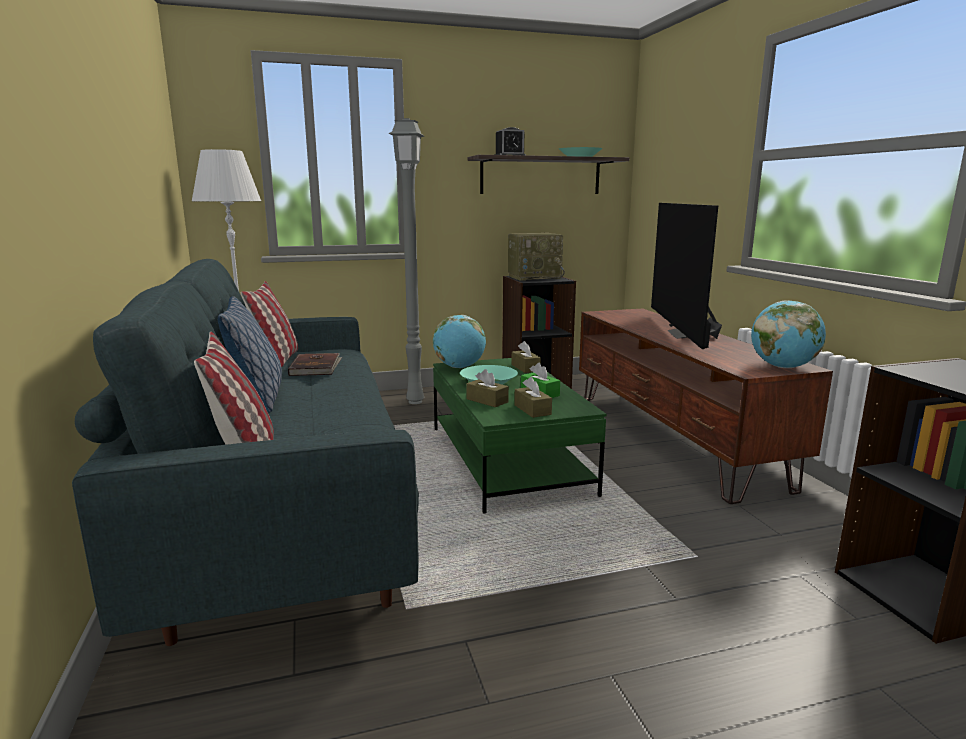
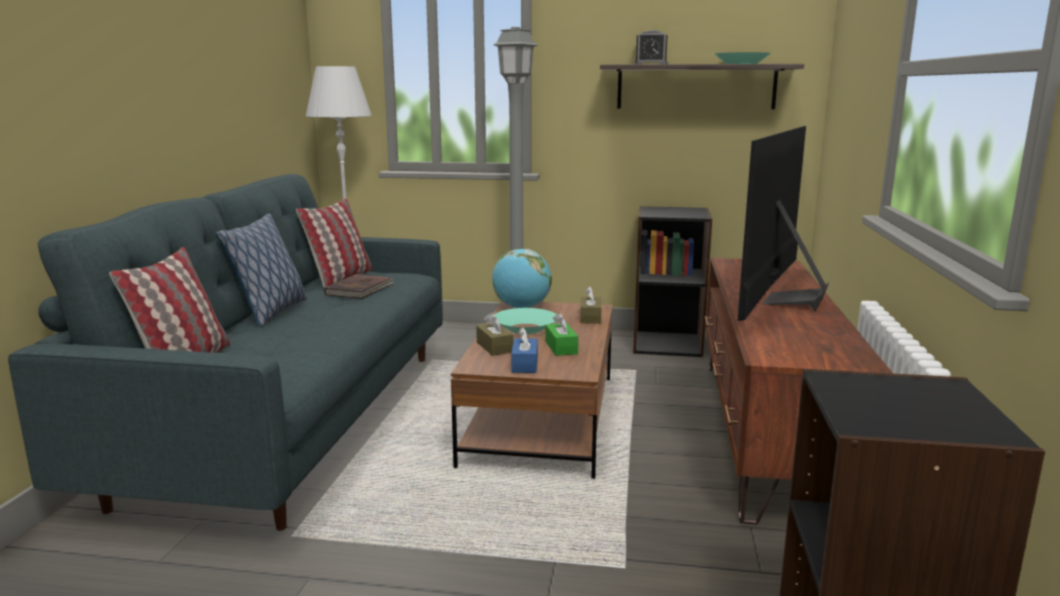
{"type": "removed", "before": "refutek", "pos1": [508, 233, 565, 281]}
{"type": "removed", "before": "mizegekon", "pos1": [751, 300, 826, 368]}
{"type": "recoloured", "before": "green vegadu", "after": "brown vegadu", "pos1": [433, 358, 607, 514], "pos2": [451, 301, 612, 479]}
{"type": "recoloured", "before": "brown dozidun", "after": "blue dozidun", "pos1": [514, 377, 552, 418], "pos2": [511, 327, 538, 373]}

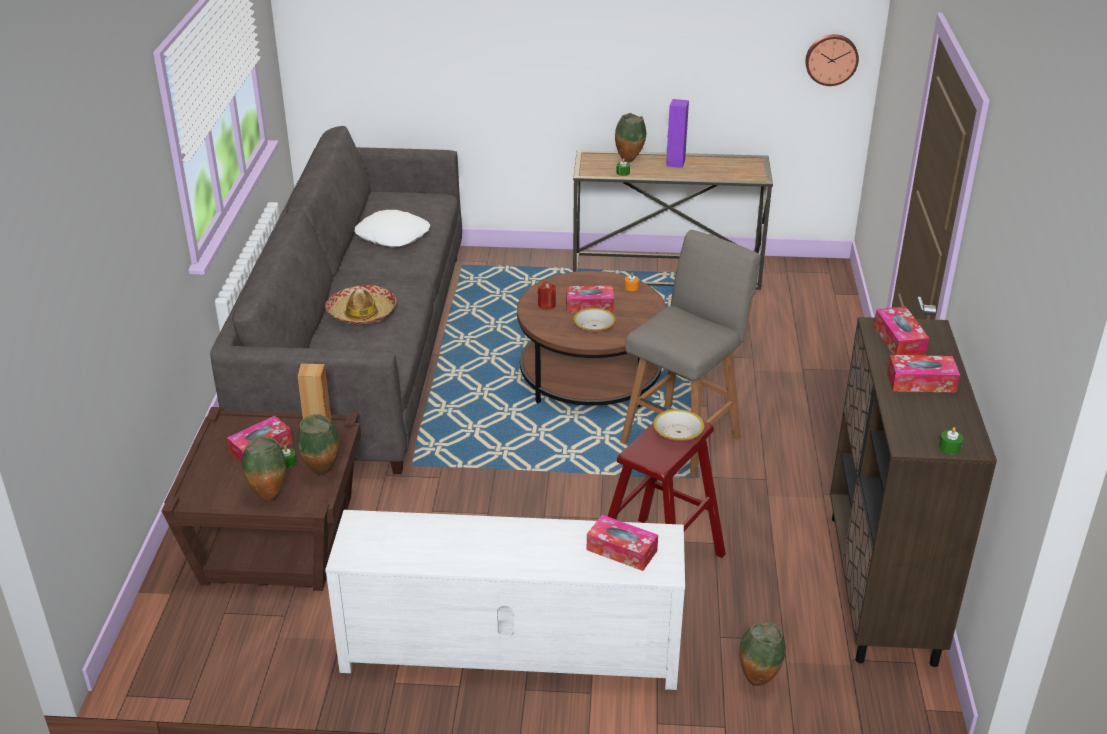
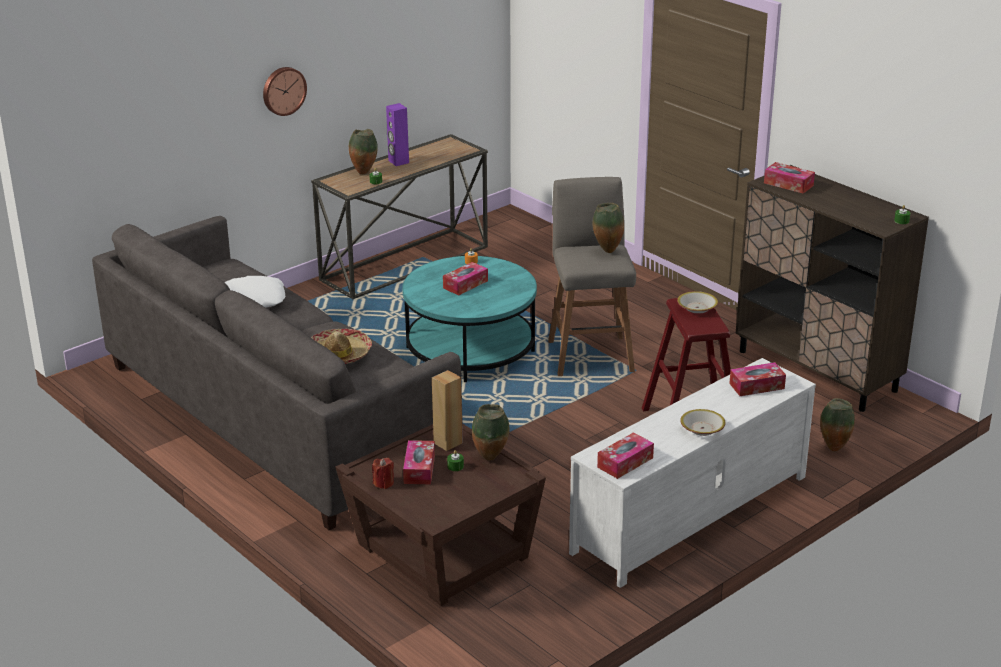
{"type": "moved", "before": "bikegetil", "pos1": [242, 436, 286, 502], "pos2": [592, 203, 624, 253]}
{"type": "moved", "before": "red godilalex", "pos1": [538, 282, 556, 310], "pos2": [372, 458, 394, 489]}
{"type": "moved", "before": "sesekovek", "pos1": [573, 308, 616, 333], "pos2": [680, 409, 726, 436]}
{"type": "moved", "before": "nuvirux", "pos1": [805, 34, 859, 86], "pos2": [263, 67, 307, 116]}
{"type": "moved", "before": "dozidun", "pos1": [887, 355, 960, 393], "pos2": [597, 432, 654, 479]}
{"type": "recoloured", "before": "brown vegadu", "after": "turquoise vegadu", "pos1": [517, 271, 666, 408], "pos2": [402, 256, 537, 382]}

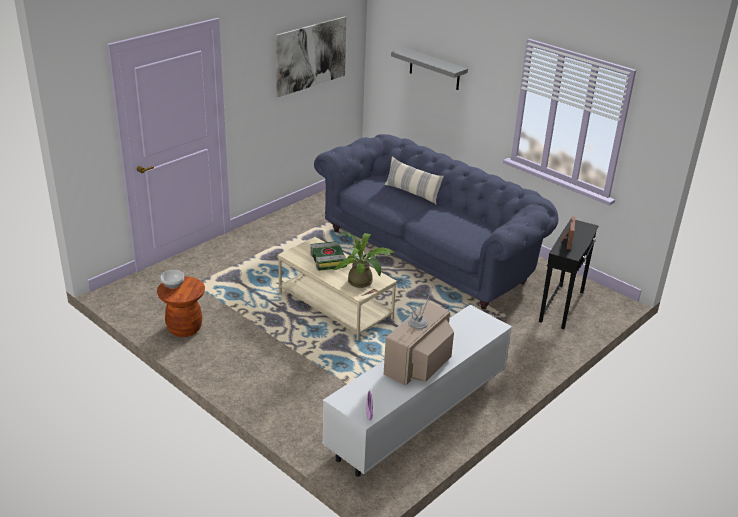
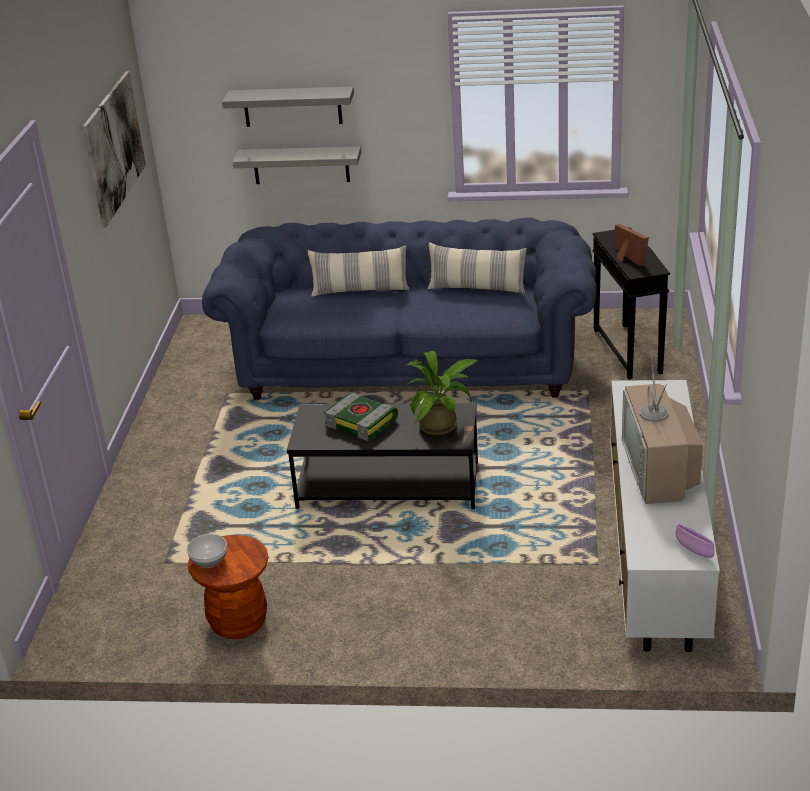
{"type": "added", "after": "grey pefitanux", "pos2": [232, 146, 361, 184]}
{"type": "added", "after": "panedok", "pos2": [428, 242, 527, 294]}
{"type": "recoloured", "before": "beige vegadu", "after": "black vegadu", "pos1": [277, 237, 397, 340], "pos2": [287, 403, 478, 509]}

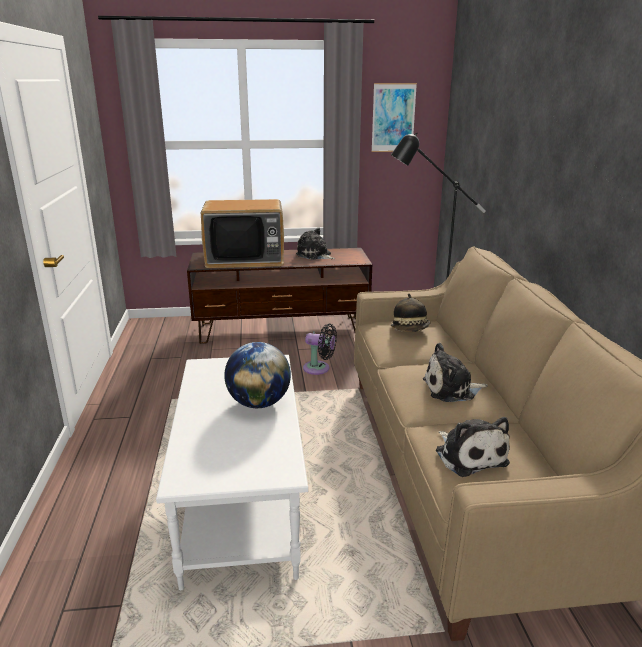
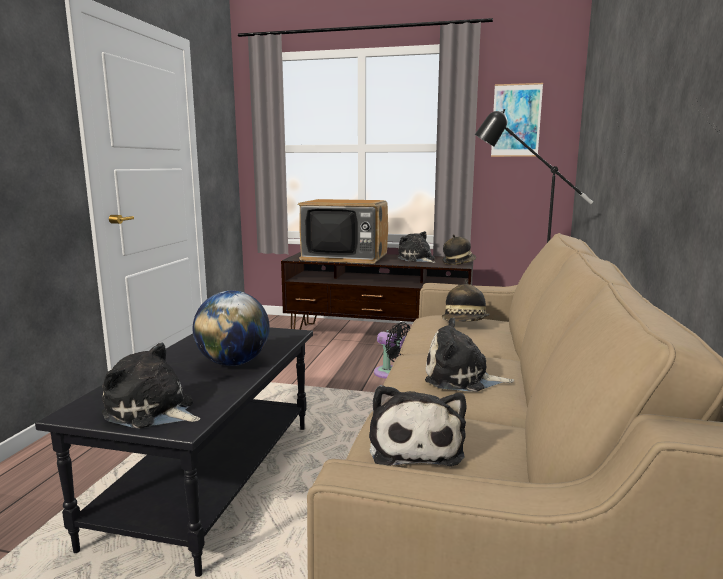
{"type": "added", "after": "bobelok", "pos2": [102, 343, 200, 429]}
{"type": "added", "after": "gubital", "pos2": [442, 234, 476, 265]}
{"type": "recoloured", "before": "white vegadu", "after": "black vegadu", "pos1": [156, 355, 308, 590], "pos2": [35, 327, 313, 577]}

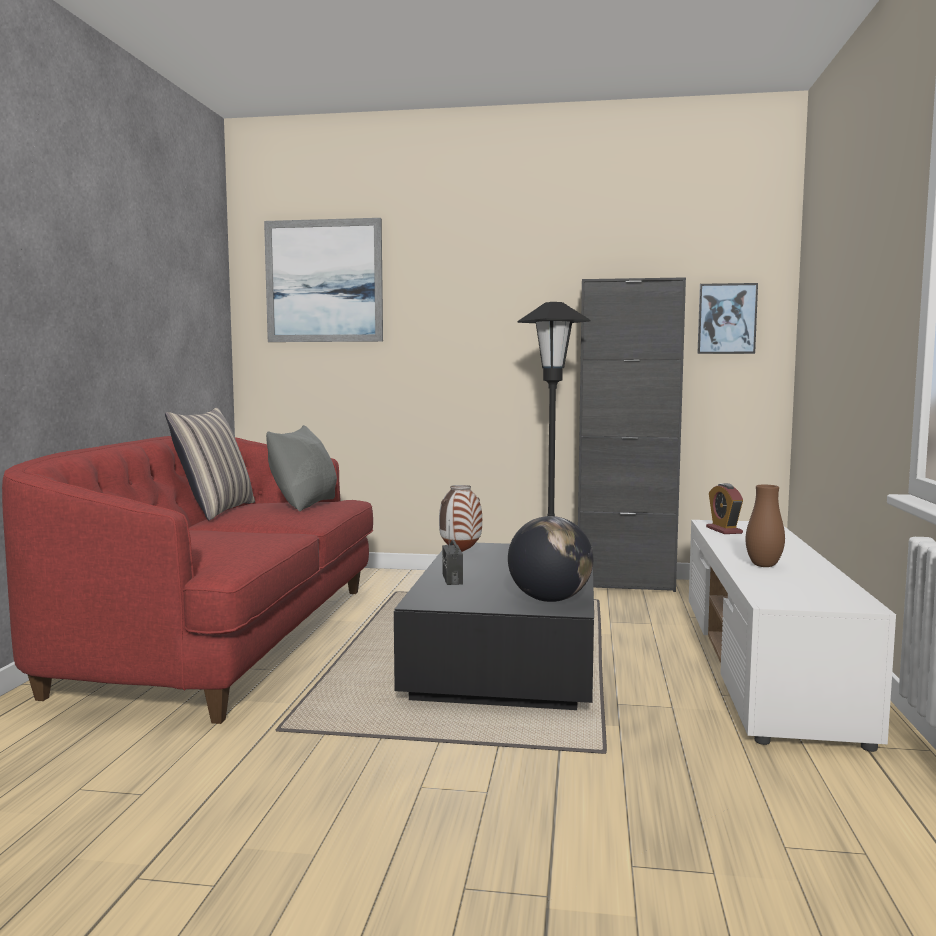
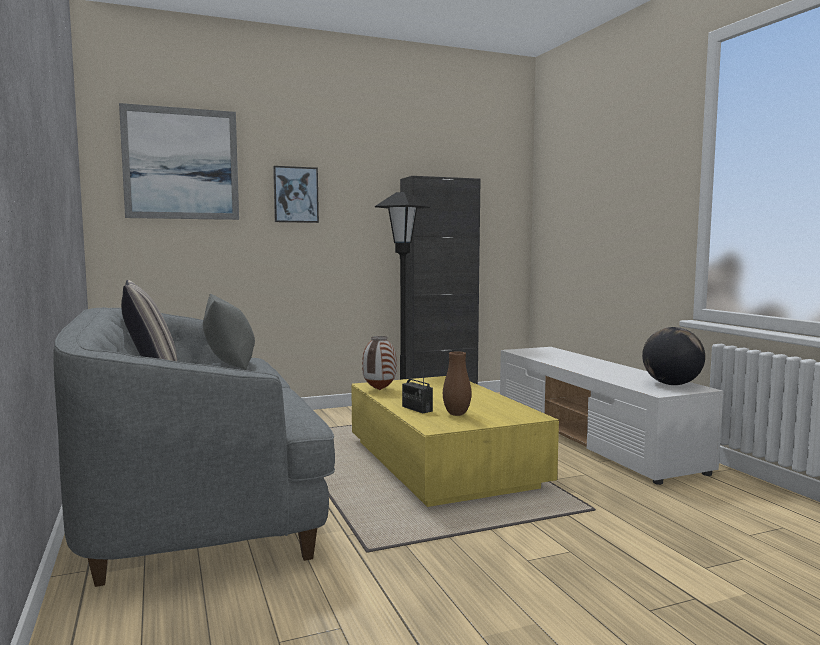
{"type": "removed", "before": "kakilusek", "pos1": [706, 483, 743, 534]}
{"type": "moved", "before": "mizegekon", "pos1": [508, 516, 593, 602], "pos2": [642, 327, 705, 385]}
{"type": "moved", "before": "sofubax", "pos1": [697, 283, 758, 354], "pos2": [273, 166, 319, 223]}
{"type": "moved", "before": "brown bikegetil", "pos1": [745, 485, 785, 567], "pos2": [443, 351, 472, 416]}
{"type": "recoloured", "before": "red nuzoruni", "after": "grey nuzoruni", "pos1": [2, 436, 373, 724], "pos2": [53, 307, 335, 587]}
{"type": "recoloured", "before": "black vegadu", "after": "yellow vegadu", "pos1": [394, 543, 594, 710], "pos2": [351, 376, 559, 507]}

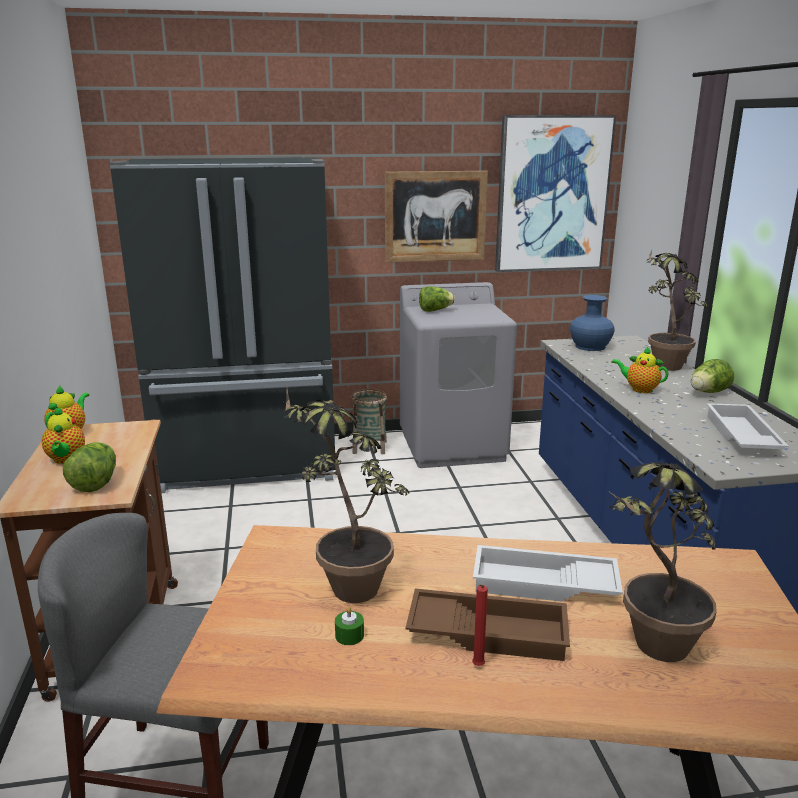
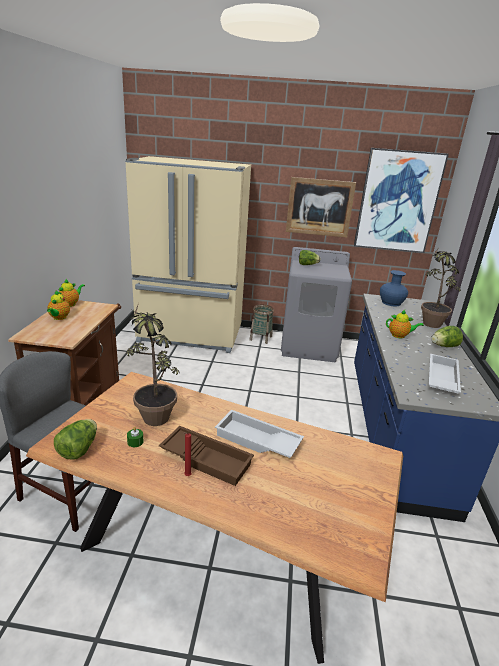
{"type": "removed", "before": "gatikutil", "pos1": [608, 462, 717, 662]}
{"type": "moved", "before": "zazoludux", "pos1": [63, 442, 116, 492], "pos2": [54, 419, 97, 459]}
{"type": "recoloured", "before": "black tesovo", "after": "beige tesovo", "pos1": [110, 158, 335, 493], "pos2": [125, 156, 251, 353]}
{"type": "turned", "before": "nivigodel", "pos1": [611, 347, 668, 393], "pos2": [386, 310, 424, 338], "turn": 150}

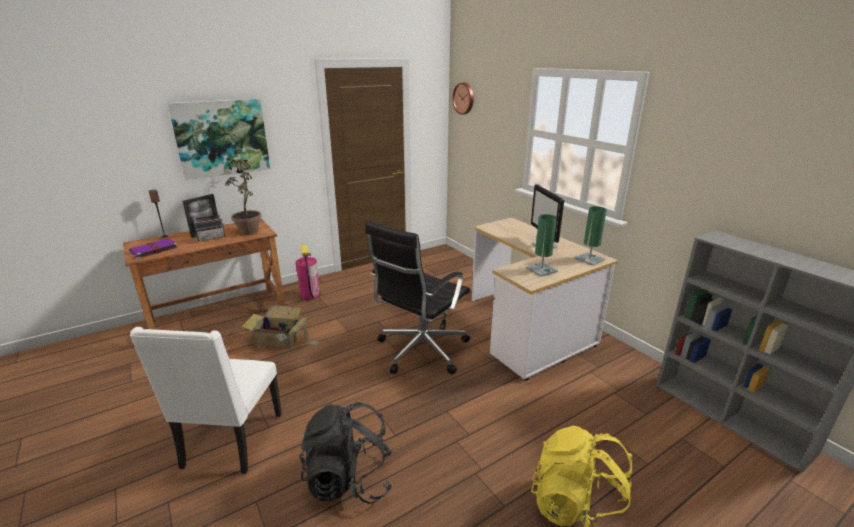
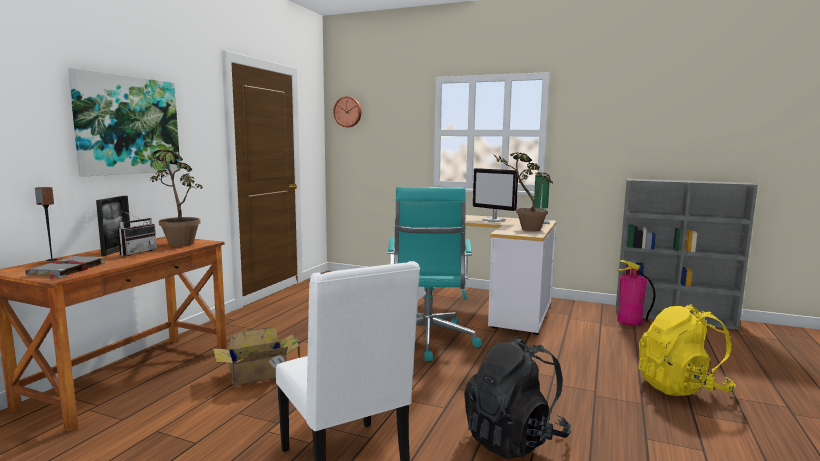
{"type": "moved", "before": "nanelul", "pos1": [295, 244, 320, 300], "pos2": [617, 260, 656, 326]}
{"type": "replaced", "before": "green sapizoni", "after": "gatikutil", "pos1": [526, 214, 558, 277], "pos2": [493, 153, 553, 231]}
{"type": "recoloured", "before": "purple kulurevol", "after": "grey kulurevol", "pos1": [129, 238, 178, 259], "pos2": [25, 256, 105, 279]}
{"type": "recoloured", "before": "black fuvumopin", "after": "turquoise fuvumopin", "pos1": [365, 220, 470, 374], "pos2": [388, 187, 482, 361]}

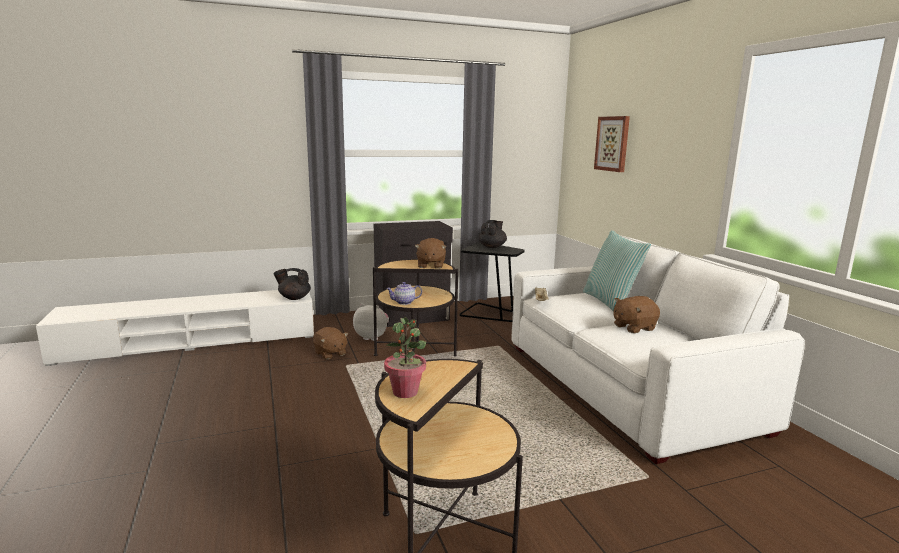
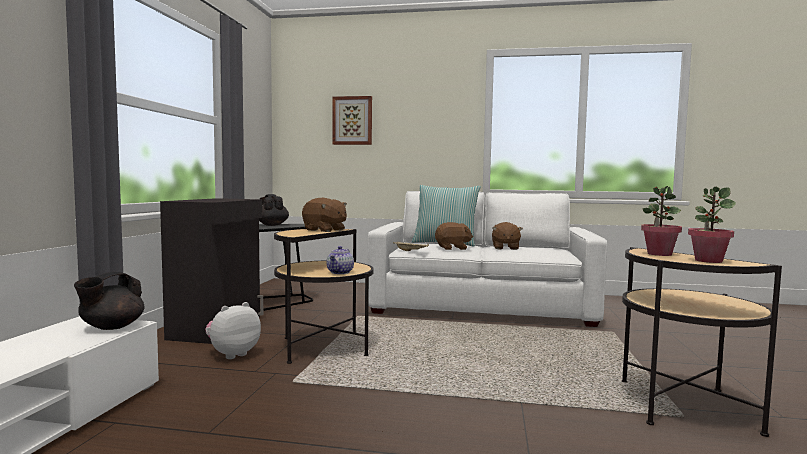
{"type": "added", "after": "gatikutil", "pos2": [641, 186, 682, 256]}
{"type": "moved", "before": "brown bobelok", "pos1": [313, 327, 348, 360], "pos2": [435, 222, 473, 250]}

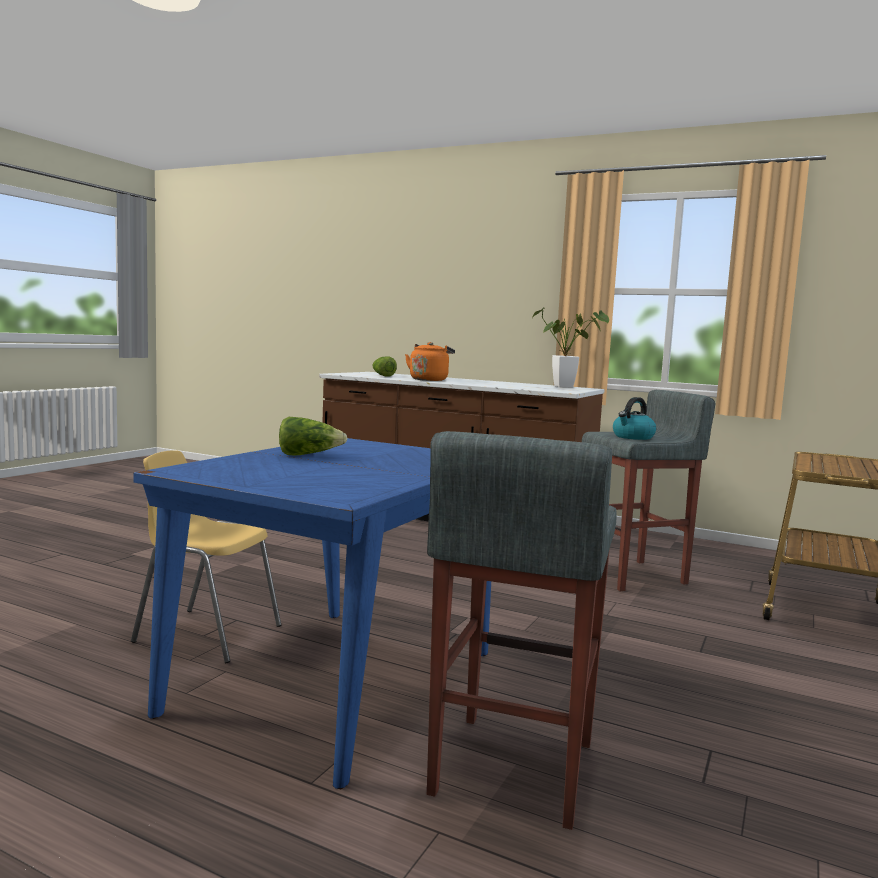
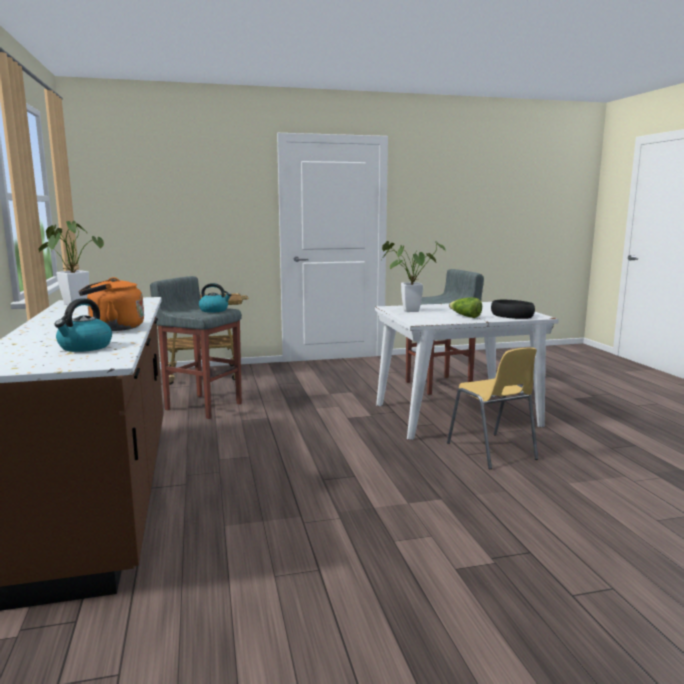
{"type": "added", "after": "gatikutil", "pos2": [382, 241, 446, 312]}
{"type": "added", "after": "black sesekovek", "pos2": [491, 300, 535, 319]}
{"type": "replaced", "before": "zazoludux", "after": "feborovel", "pos1": [373, 356, 397, 377], "pos2": [54, 298, 112, 352]}
{"type": "recoloured", "before": "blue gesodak", "after": "white gesodak", "pos1": [133, 438, 491, 789], "pos2": [375, 302, 559, 440]}

